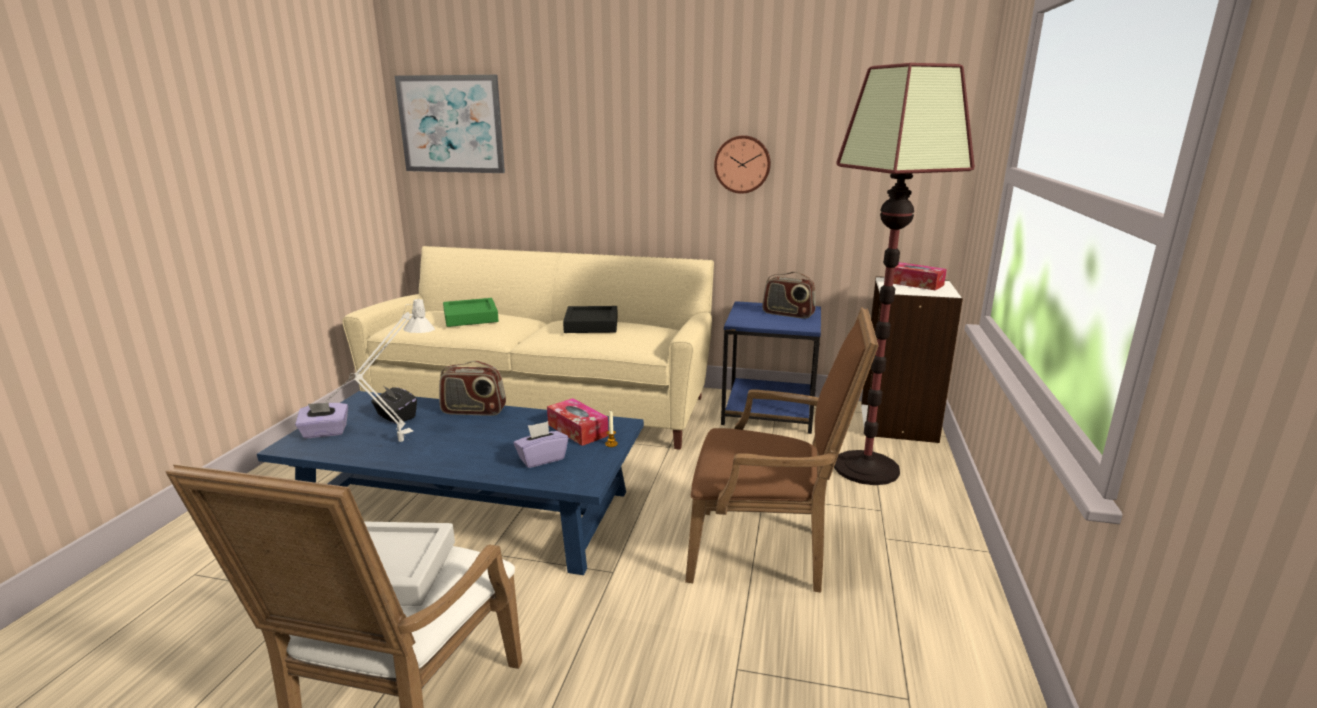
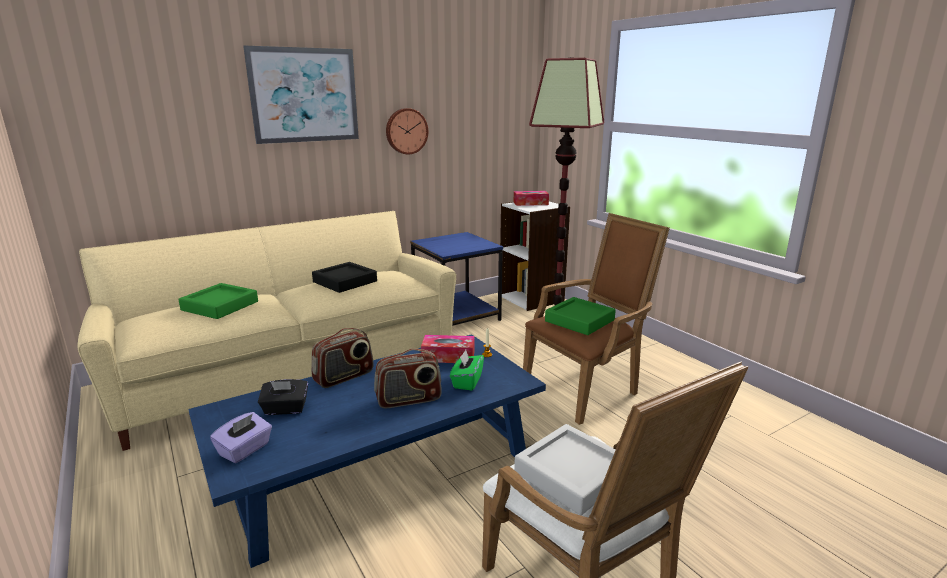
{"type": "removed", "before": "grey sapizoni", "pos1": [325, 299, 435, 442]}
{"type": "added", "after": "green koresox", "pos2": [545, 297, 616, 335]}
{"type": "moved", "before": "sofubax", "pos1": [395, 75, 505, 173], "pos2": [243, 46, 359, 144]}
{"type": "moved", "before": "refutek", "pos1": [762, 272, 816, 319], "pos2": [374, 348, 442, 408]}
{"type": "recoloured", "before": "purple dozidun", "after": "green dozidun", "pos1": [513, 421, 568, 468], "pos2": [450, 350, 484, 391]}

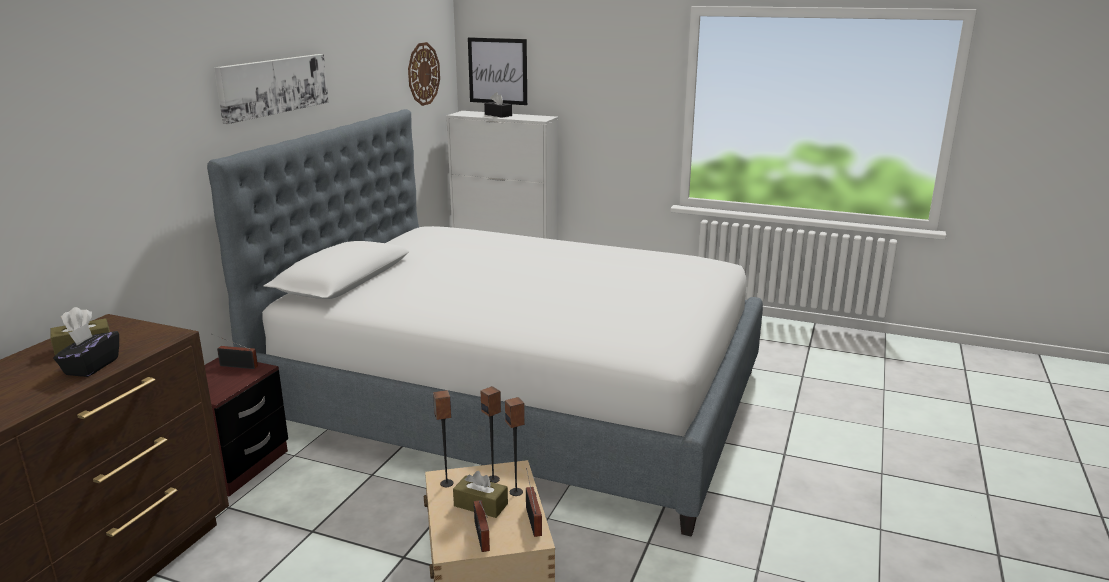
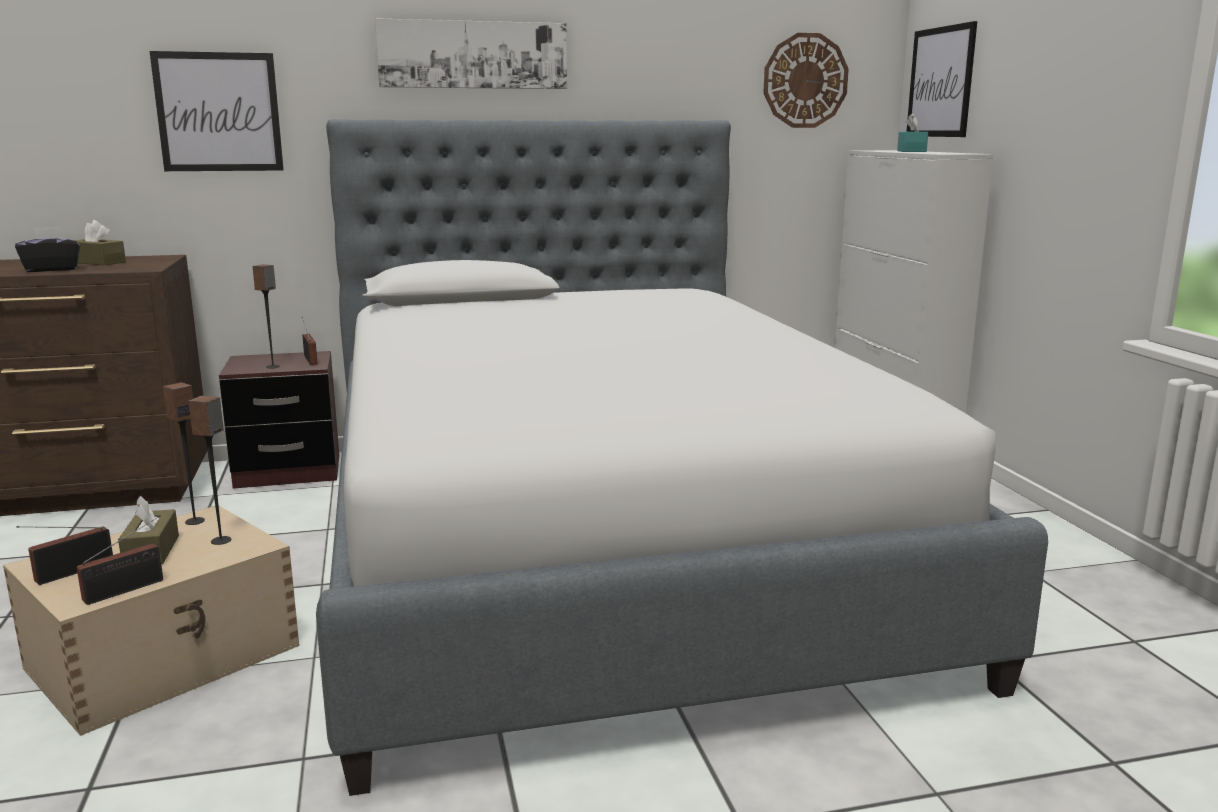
{"type": "added", "after": "sofubax", "pos2": [150, 51, 284, 171]}
{"type": "moved", "before": "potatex", "pos1": [505, 397, 525, 496], "pos2": [252, 264, 280, 369]}
{"type": "recoloured", "before": "black dozidun", "after": "turquoise dozidun", "pos1": [484, 92, 512, 118], "pos2": [897, 113, 928, 152]}

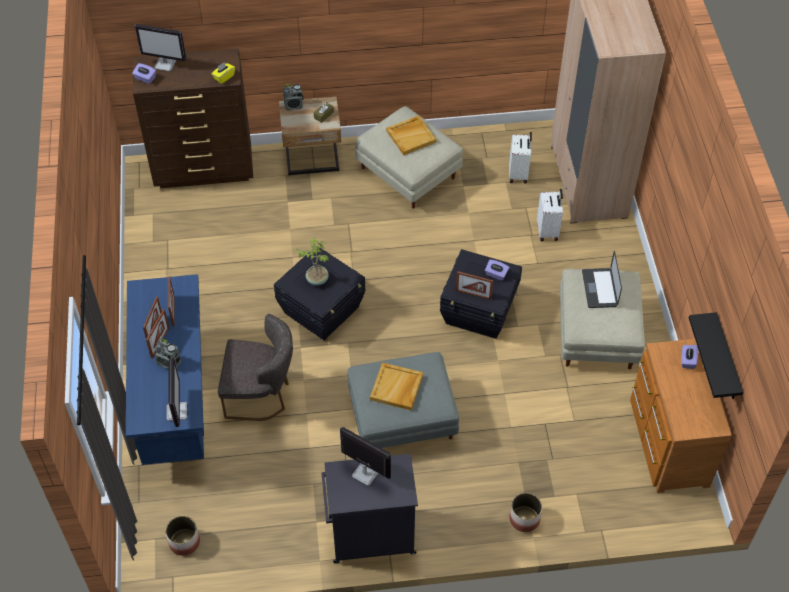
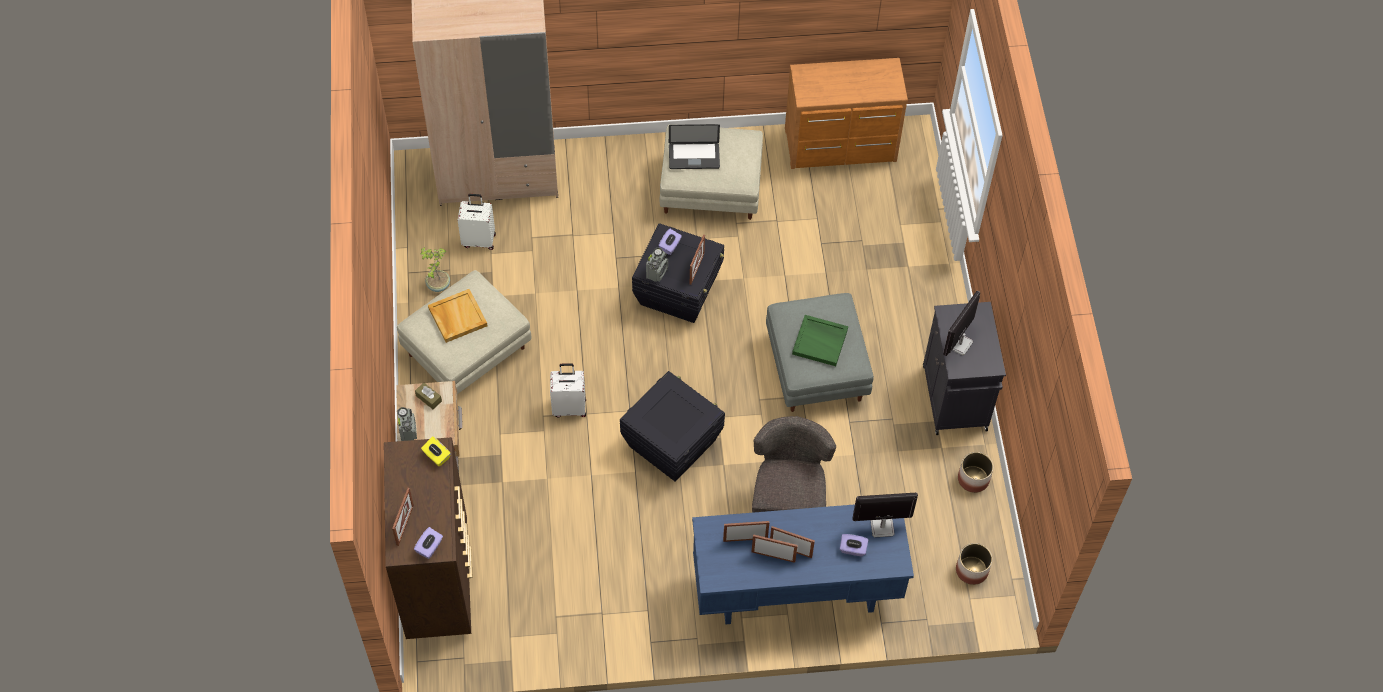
{"type": "removed", "before": "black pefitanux", "pos1": [689, 312, 743, 399]}
{"type": "moved", "before": "refutek", "pos1": [154, 339, 182, 370], "pos2": [646, 248, 668, 282]}
{"type": "moved", "before": "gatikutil", "pos1": [295, 238, 329, 286], "pos2": [420, 247, 450, 292]}
{"type": "moved", "before": "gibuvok", "pos1": [509, 493, 542, 532], "pos2": [958, 452, 993, 493]}
{"type": "moved", "before": "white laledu", "pos1": [537, 189, 563, 241], "pos2": [550, 363, 586, 417]}
{"type": "moved", "before": "purple dozidun", "pos1": [681, 345, 698, 369], "pos2": [840, 534, 868, 557]}
{"type": "replaced", "before": "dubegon", "after": "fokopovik", "pos1": [135, 24, 187, 71], "pos2": [392, 488, 414, 546]}
{"type": "recoloured", "before": "beige koresox", "after": "green koresox", "pos1": [370, 362, 423, 411], "pos2": [792, 315, 848, 366]}

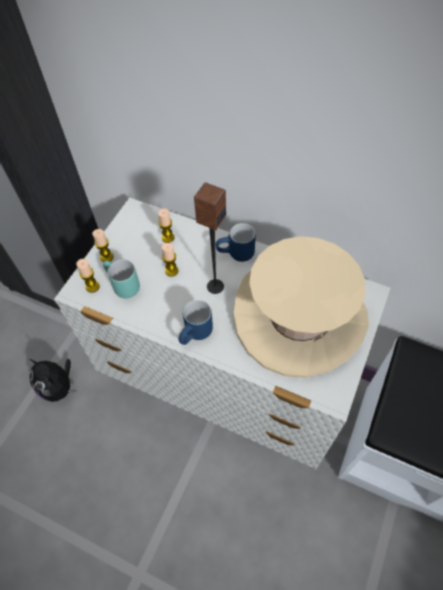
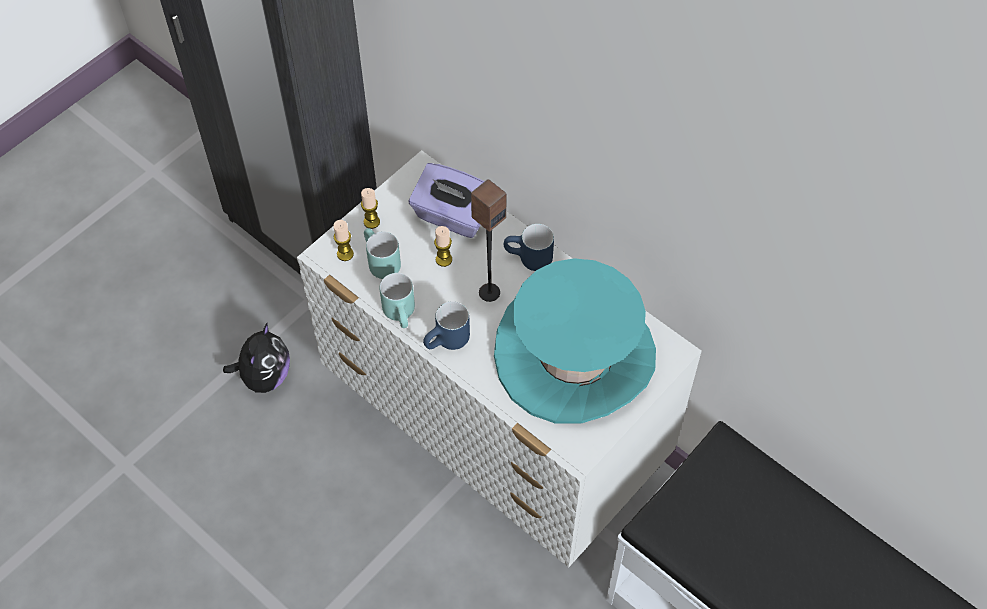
{"type": "added", "after": "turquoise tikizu", "pos2": [380, 273, 415, 328]}
{"type": "replaced", "before": "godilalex", "after": "purple dozidun", "pos1": [158, 209, 174, 243], "pos2": [409, 163, 485, 238]}
{"type": "recoloured", "before": "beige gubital", "after": "turquoise gubital", "pos1": [233, 236, 369, 378], "pos2": [494, 258, 656, 423]}
{"type": "turned", "before": "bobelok", "pos1": [30, 359, 77, 402], "pos2": [223, 322, 290, 393], "turn": -135}

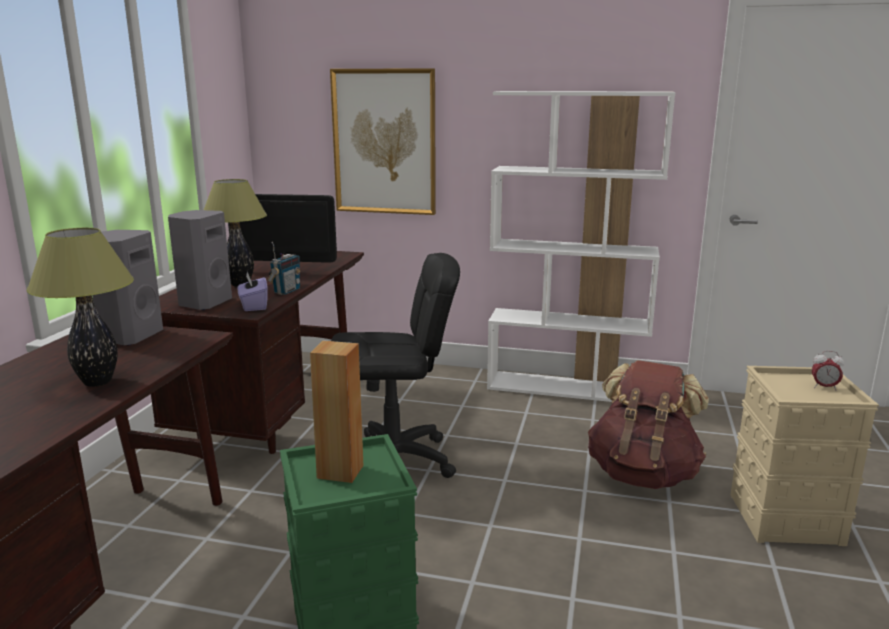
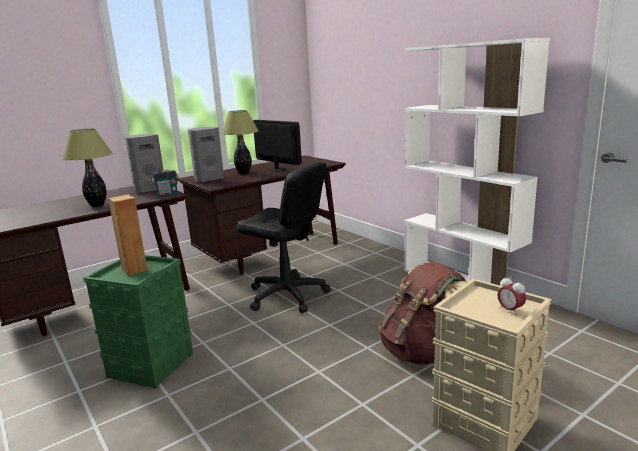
{"type": "removed", "before": "purple dozidun", "pos1": [237, 272, 268, 311]}
{"type": "removed", "before": "sofubax", "pos1": [330, 68, 436, 215]}
{"type": "moved", "before": "refutek", "pos1": [268, 242, 300, 295], "pos2": [151, 160, 179, 196]}

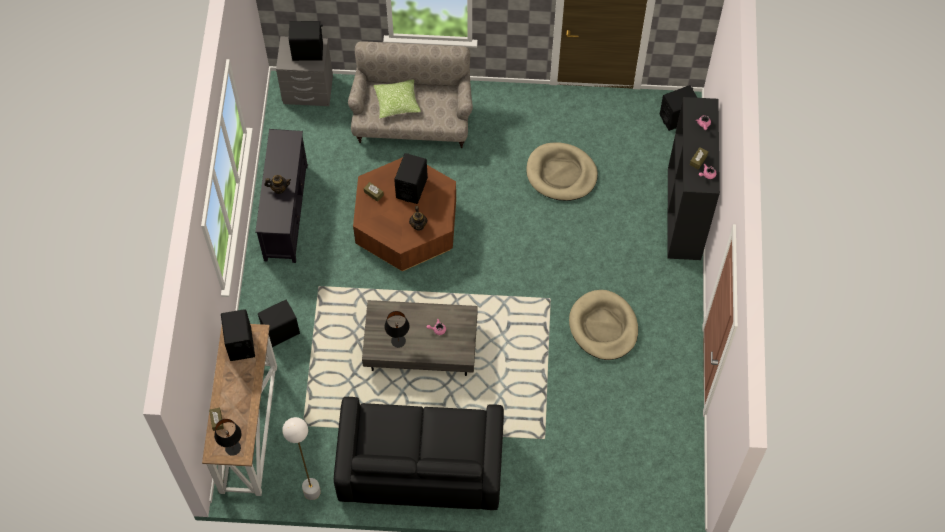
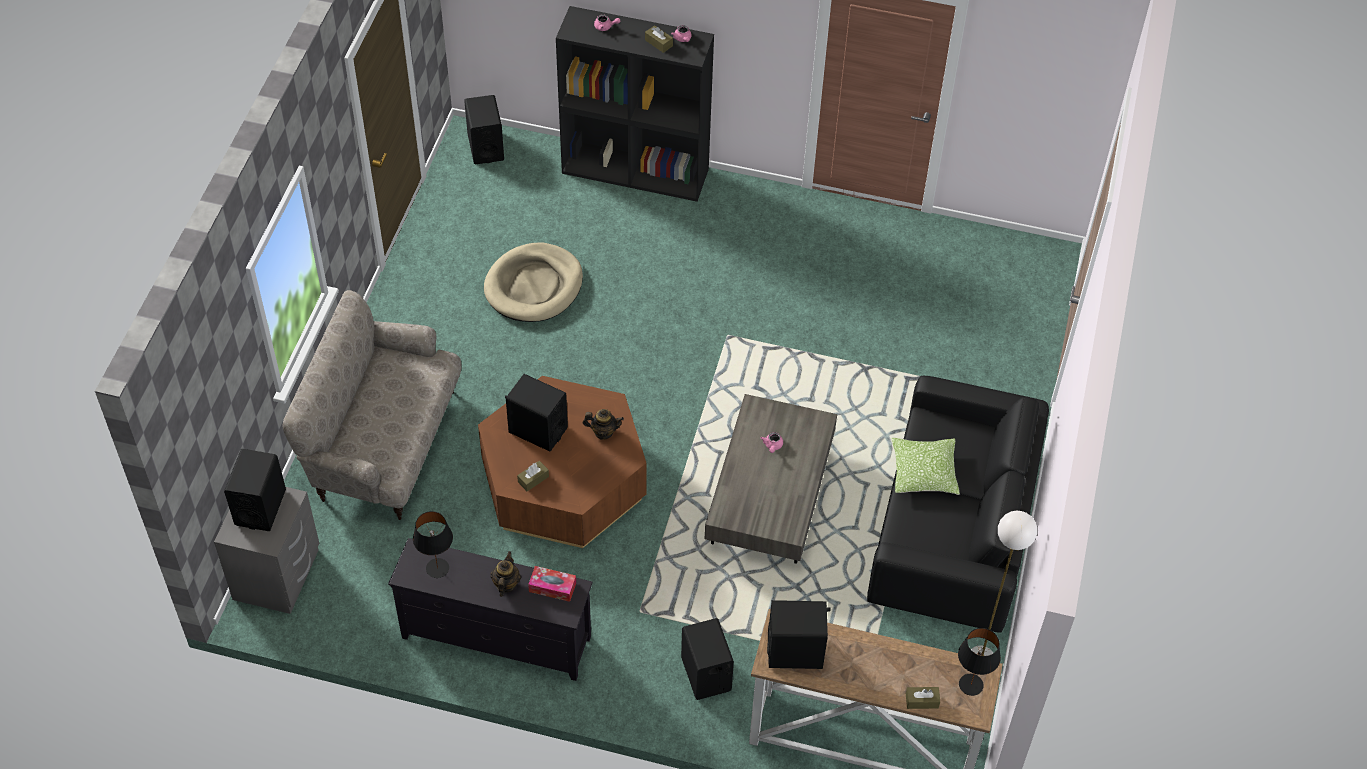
{"type": "removed", "before": "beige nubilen", "pos1": [569, 290, 638, 360]}
{"type": "added", "after": "dozidun", "pos2": [528, 566, 576, 602]}
{"type": "moved", "before": "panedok", "pos1": [373, 80, 421, 119], "pos2": [892, 438, 960, 495]}
{"type": "moved", "before": "black sapizoni", "pos1": [384, 311, 410, 348], "pos2": [413, 511, 453, 578]}

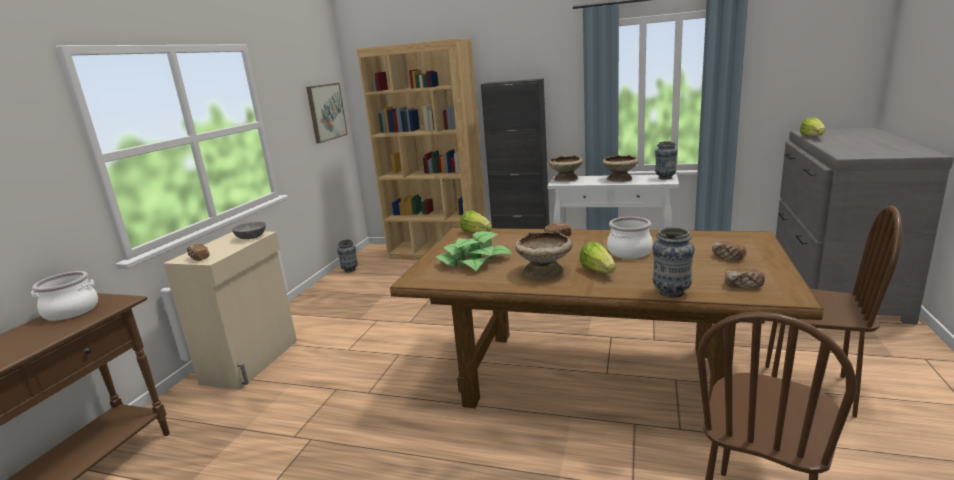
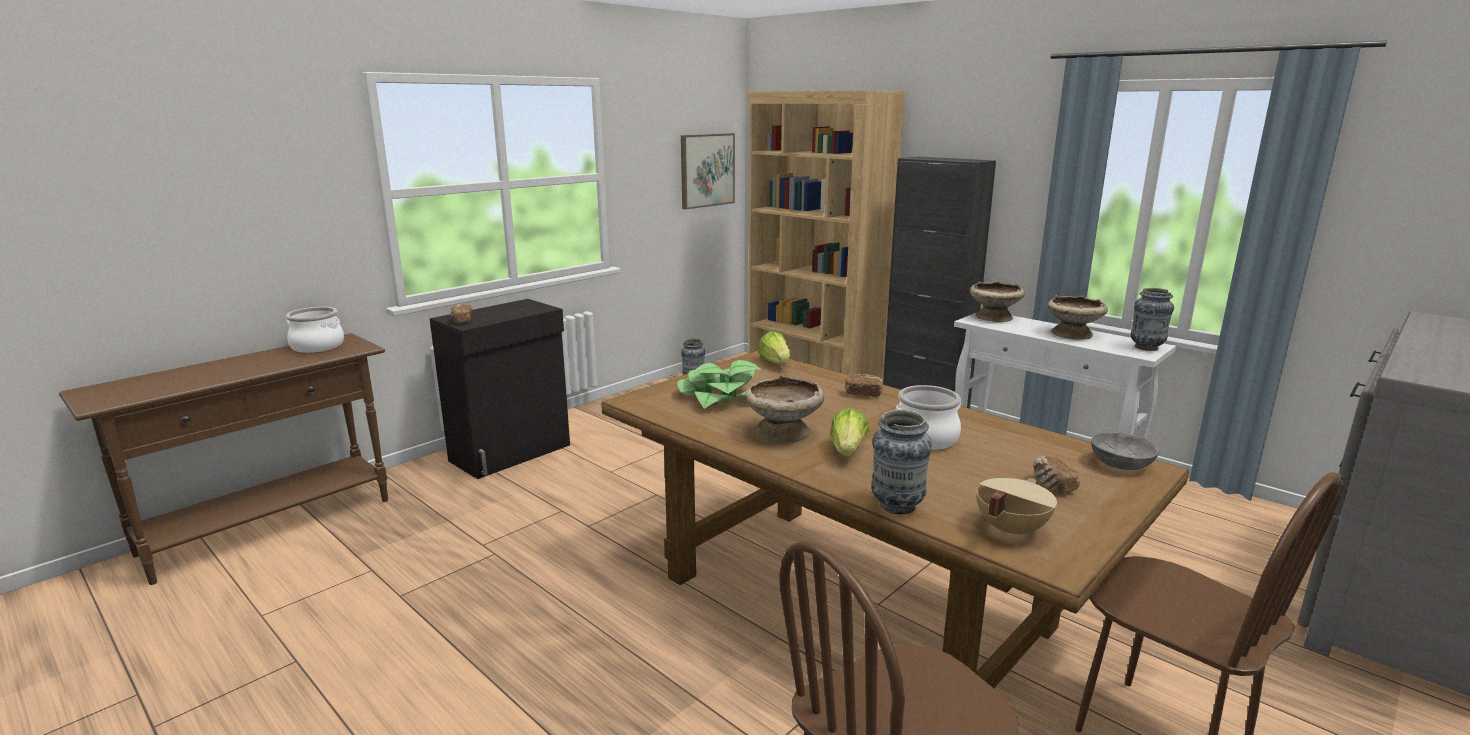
{"type": "removed", "before": "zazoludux", "pos1": [800, 117, 825, 136]}
{"type": "moved", "before": "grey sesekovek", "pos1": [232, 222, 266, 239], "pos2": [1091, 432, 1159, 470]}
{"type": "replaced", "before": "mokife", "after": "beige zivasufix", "pos1": [725, 268, 765, 288], "pos2": [976, 478, 1057, 537]}
{"type": "recoloured", "before": "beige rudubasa", "after": "black rudubasa", "pos1": [163, 232, 297, 390], "pos2": [430, 299, 570, 479]}

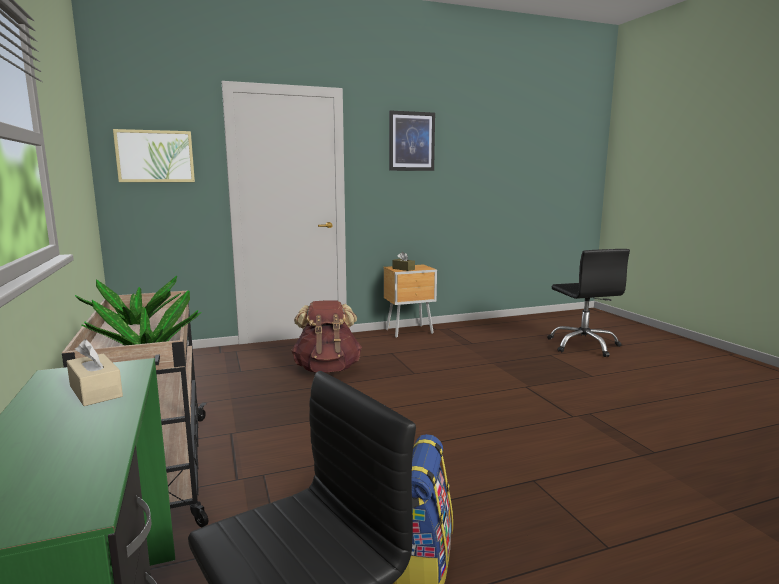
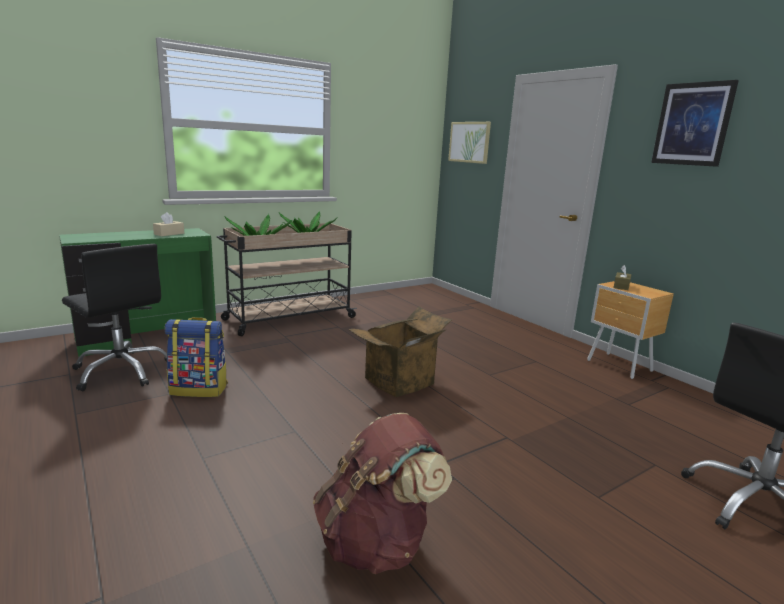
{"type": "added", "after": "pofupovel", "pos2": [348, 307, 452, 397]}
{"type": "moved", "before": "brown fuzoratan", "pos1": [291, 300, 362, 372], "pos2": [313, 413, 452, 574]}

